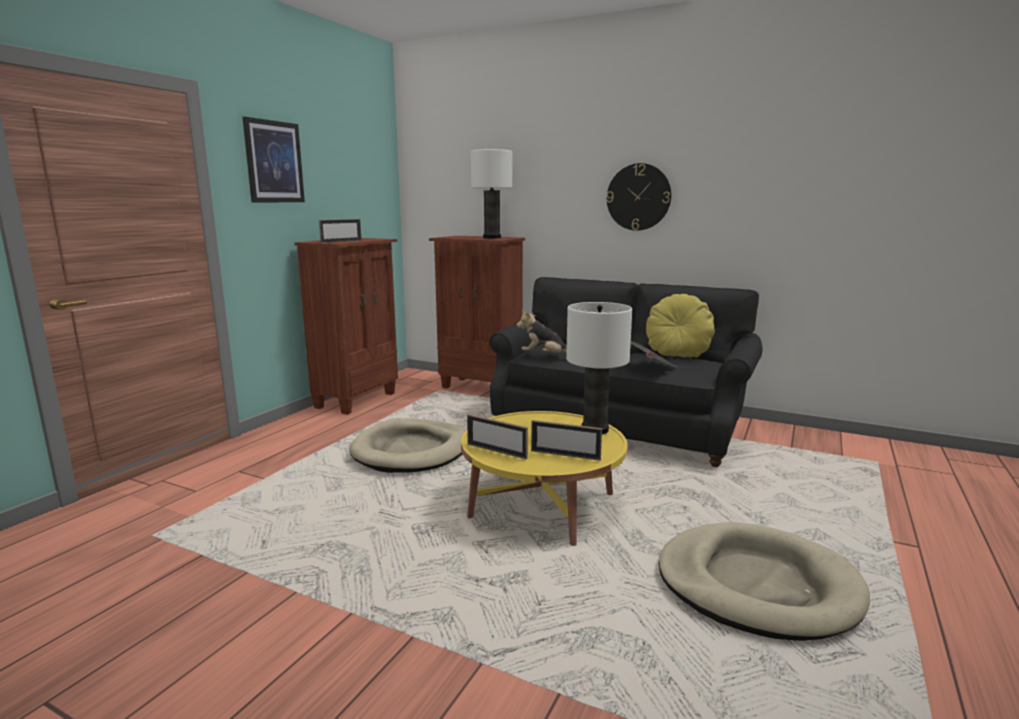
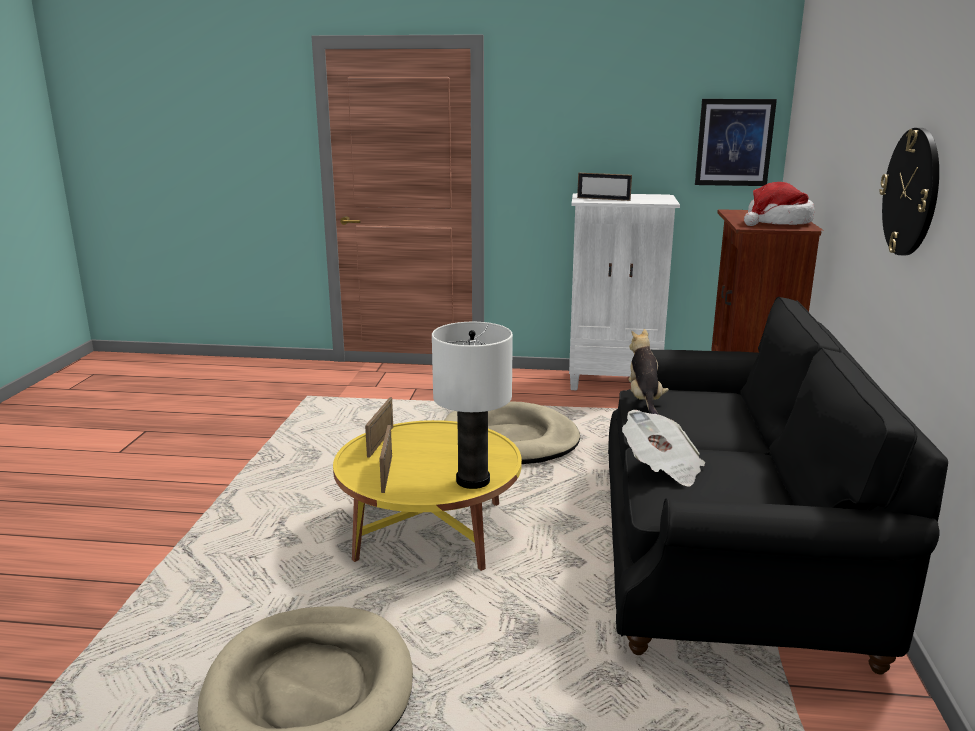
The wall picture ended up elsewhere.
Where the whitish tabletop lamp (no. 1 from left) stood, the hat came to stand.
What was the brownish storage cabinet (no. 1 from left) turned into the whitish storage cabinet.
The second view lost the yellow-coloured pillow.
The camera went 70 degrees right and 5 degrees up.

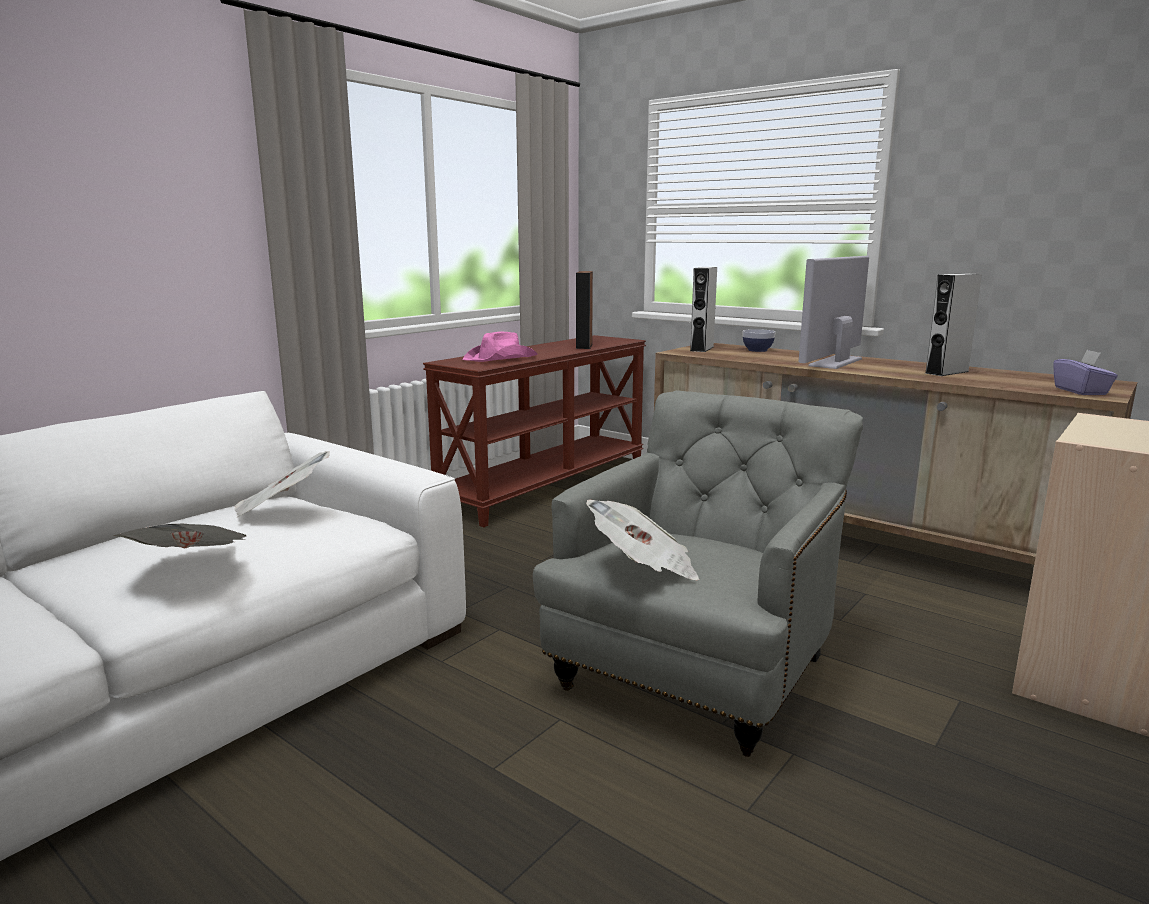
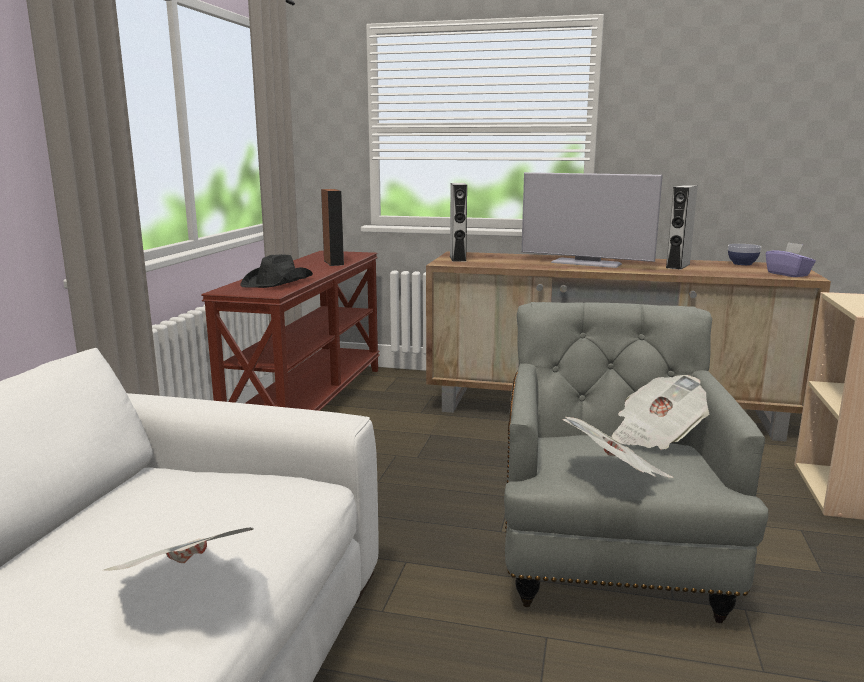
The TV set ended up facing another way, 75 degrees counterclockwise from before.
The serving bowl ended up elsewhere.
What was the pinkish hat turned into the black hat.
The daily paper (no. 2 from left in the first image) ended up elsewhere.
The camera went 25 degrees left and 0 degrees up.

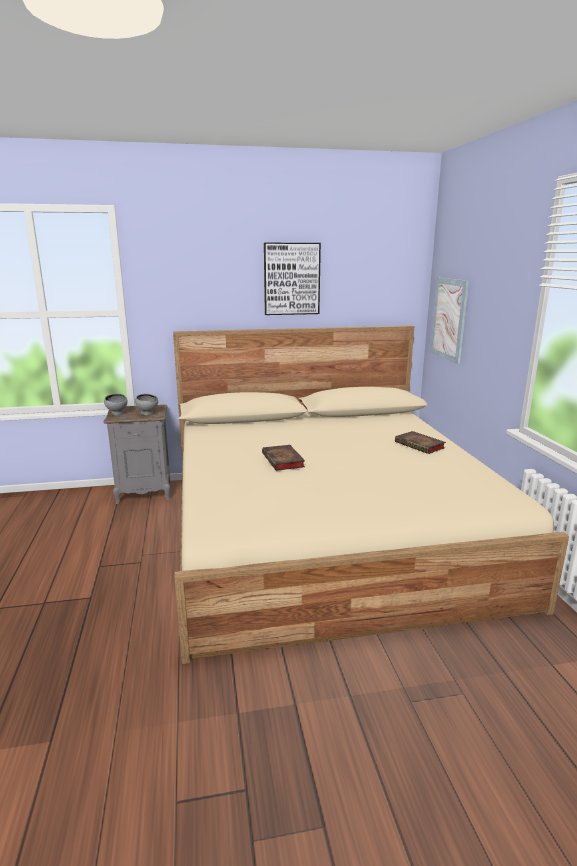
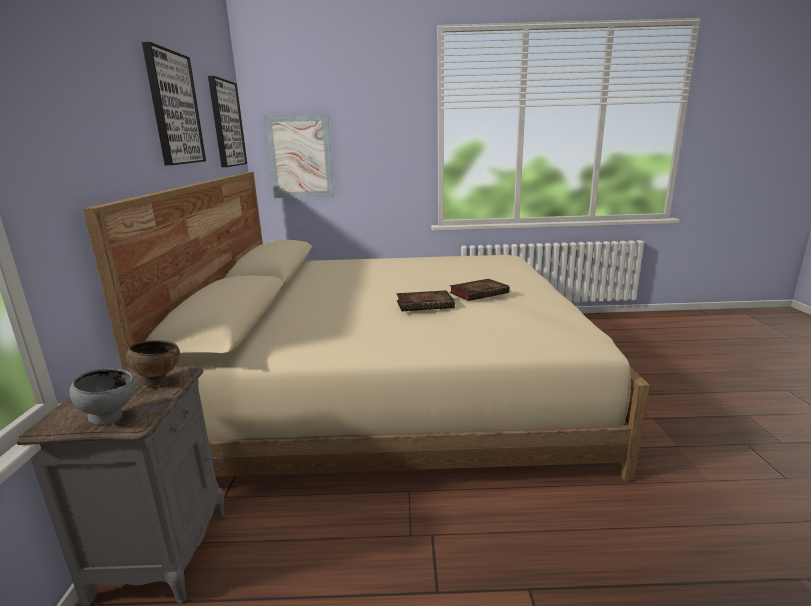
What was the grey serving bowl (no. 2 from left) turned into the brownish serving bowl.
The volume (no. 2 from left) ended up elsewhere.
The second view gained the wall picture (no. 2 from left).
The camera went 80 degrees left and 0 degrees up.

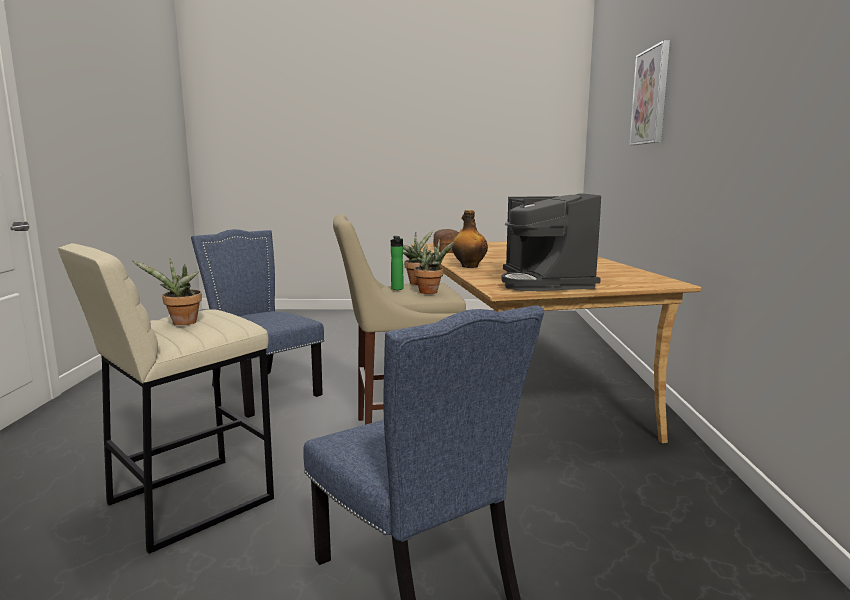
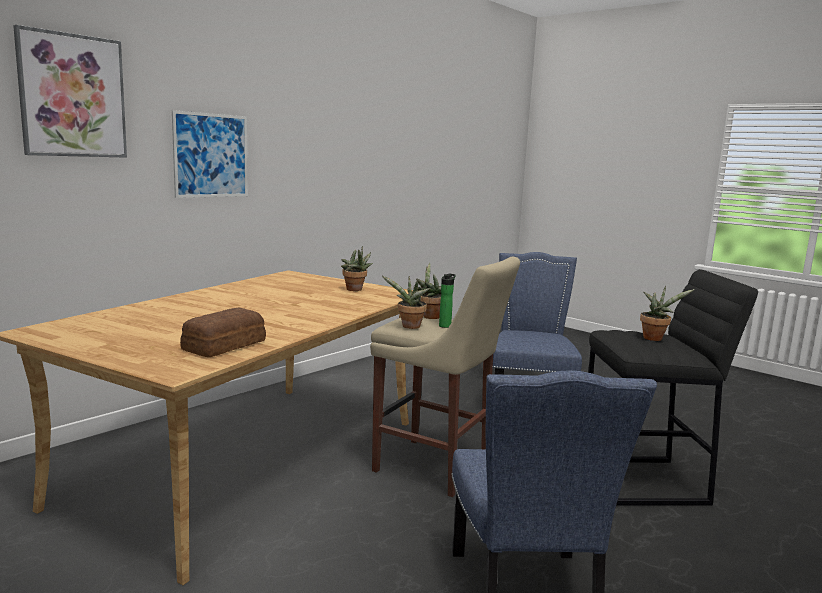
Where the coffee machine stood, the potted plant (no. 1 from left) came to stand.
The second view lost the drink bottle (no. 2 from left).
What was the beige-coloured sitting stool (no. 1 from left) turned into the black sitting stool.
The second view gained the wall picture (no. 2 from left).
The camera went 140 degrees left and 0 degrees up.

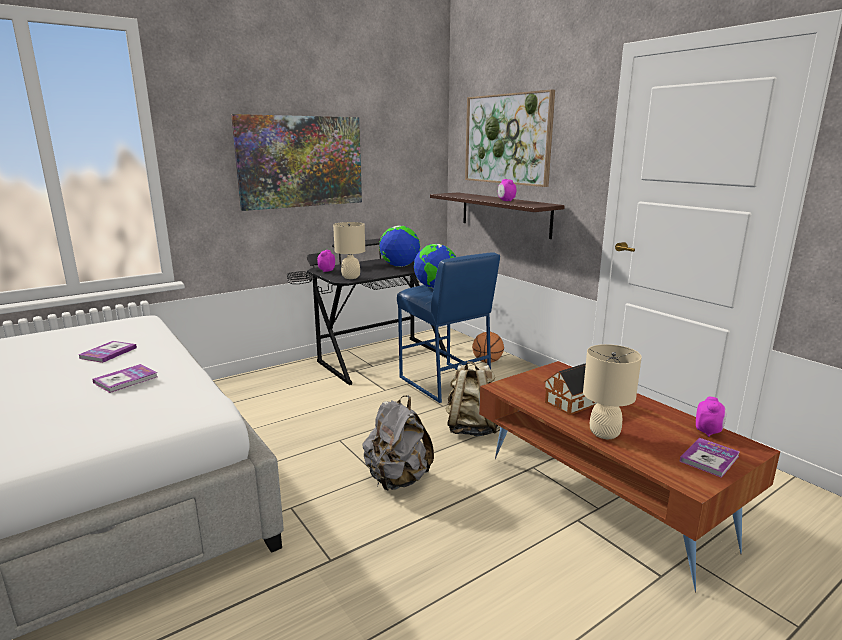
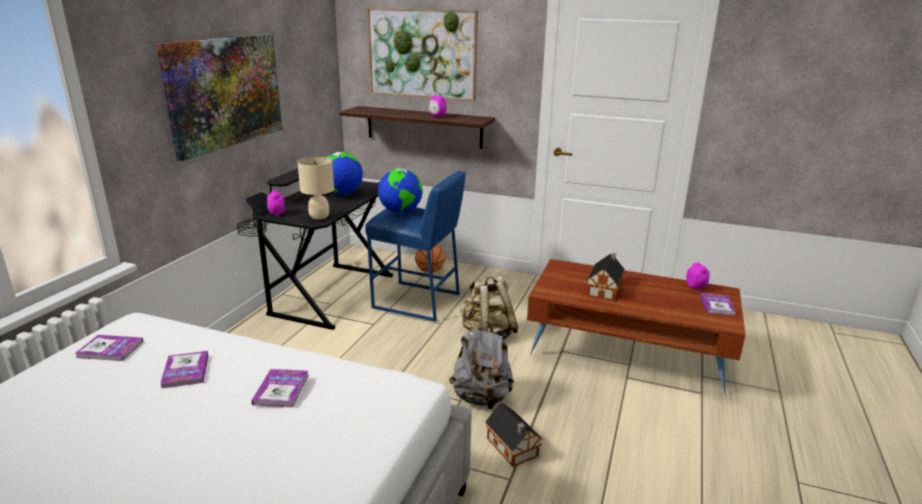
The second view lost the beige-coloured tabletop lamp (no. 2 from left).
The second view gained the volume (no. 1 from left).
The second view gained the toy house (no. 1 from left).
The camera went 35 degrees left and 5 degrees up.

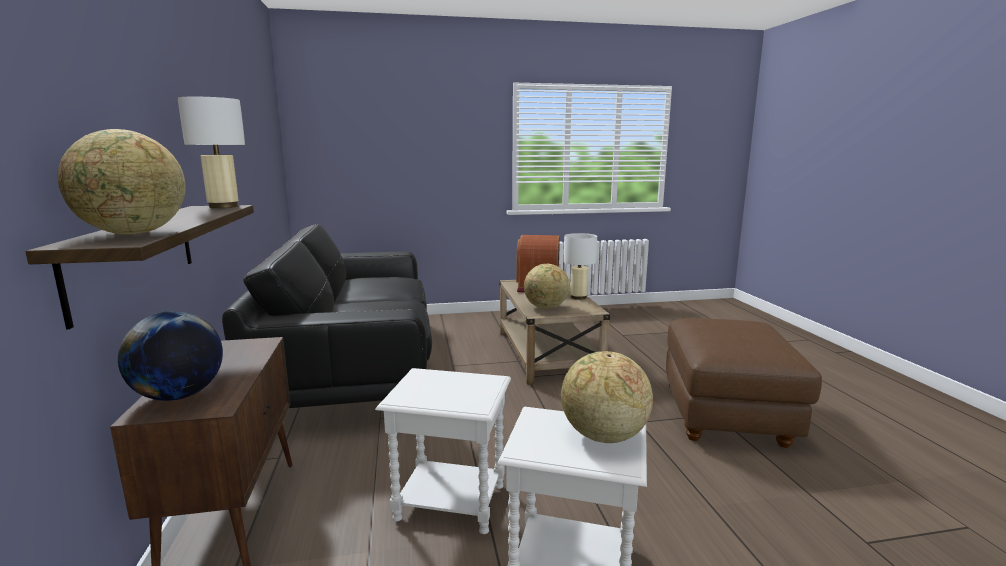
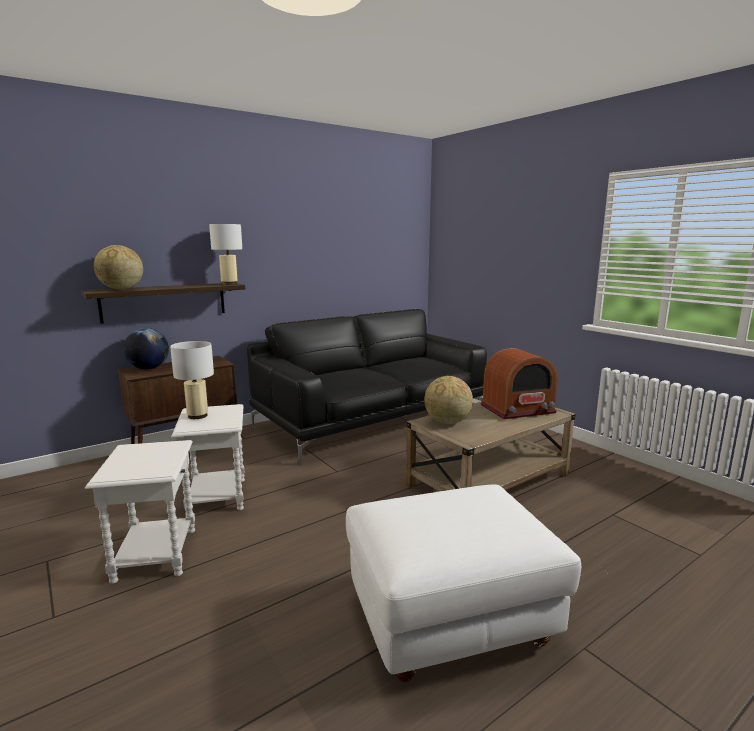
The whitish tabletop lamp (no. 2 from left in the first image) ended up elsewhere.
What was the brownish ottoman turned into the whitish ottoman.
The second view lost the desk globe (no. 4 from left).
The camera went 65 degrees right and 0 degrees up.

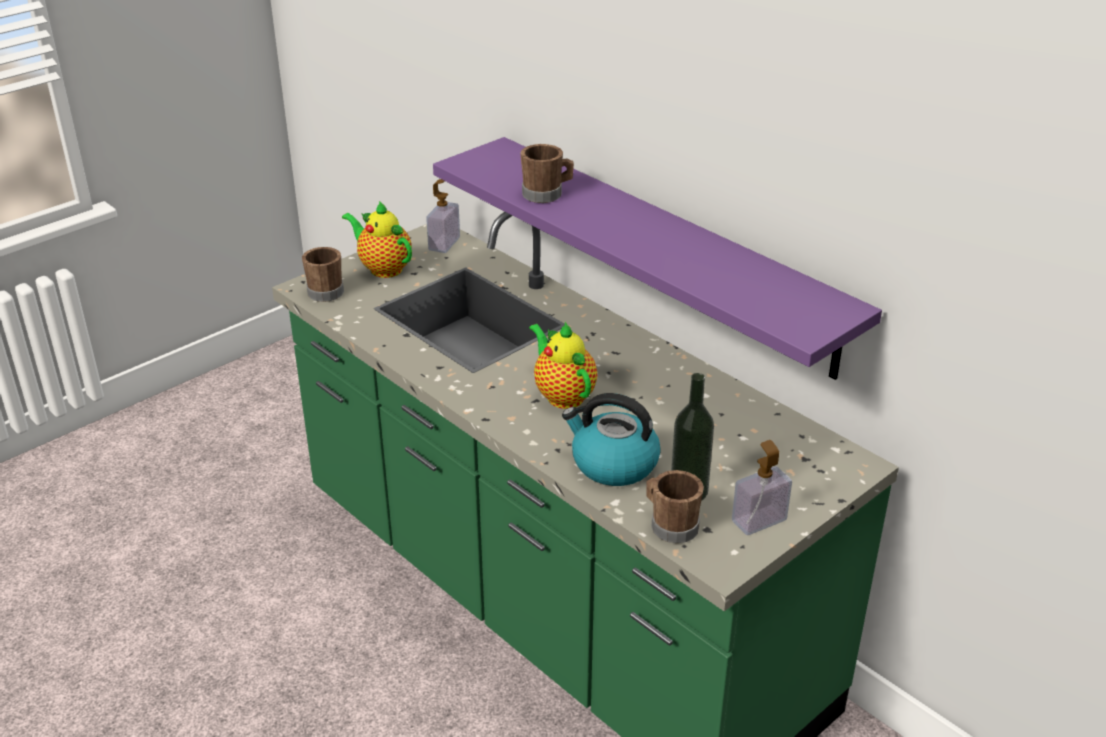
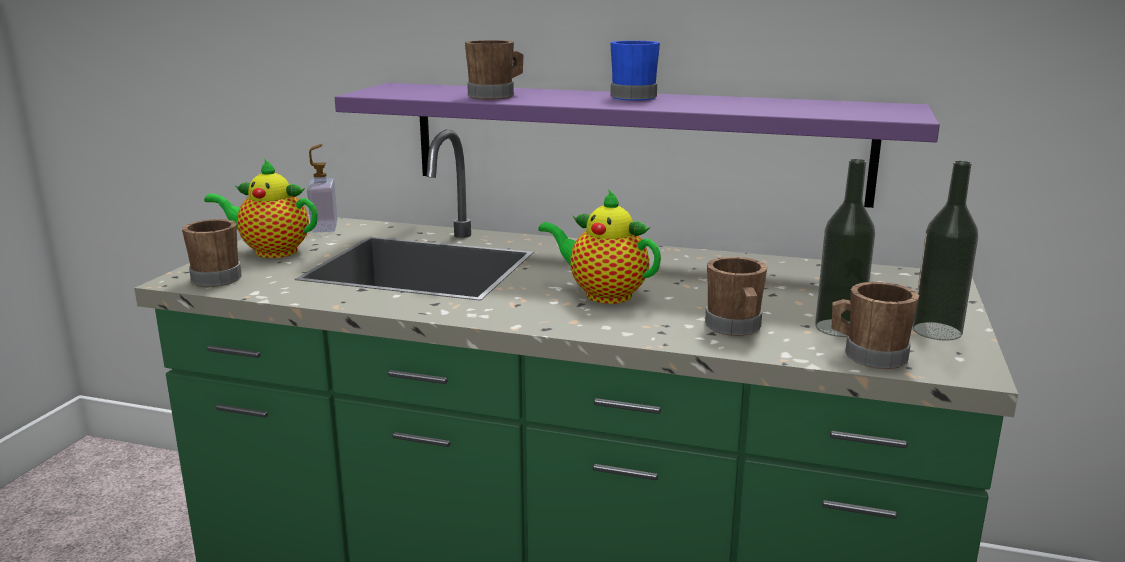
Where the water kettle stood, the brownish tea mug (no. 3 from left) came to stand.
Where the soap bottle (no. 2 from left) stood, the drink bottle (no. 2 from left) came to stand.
The second view gained the bluish tea mug.
The camera went 30 degrees left and 15 degrees down.

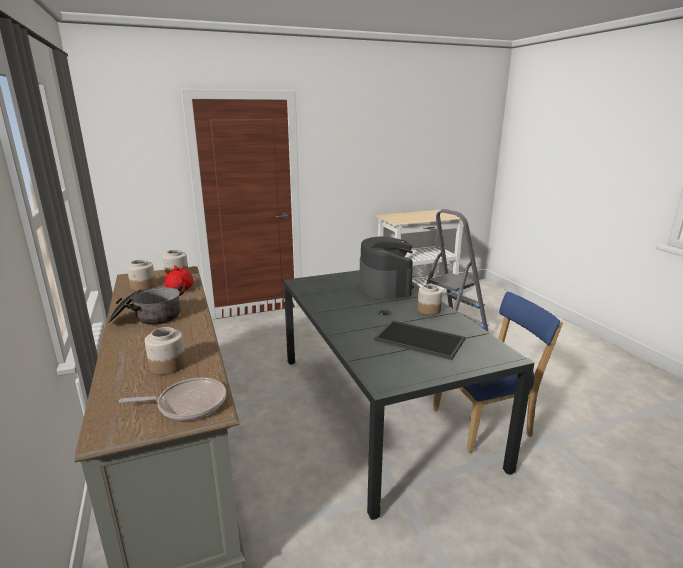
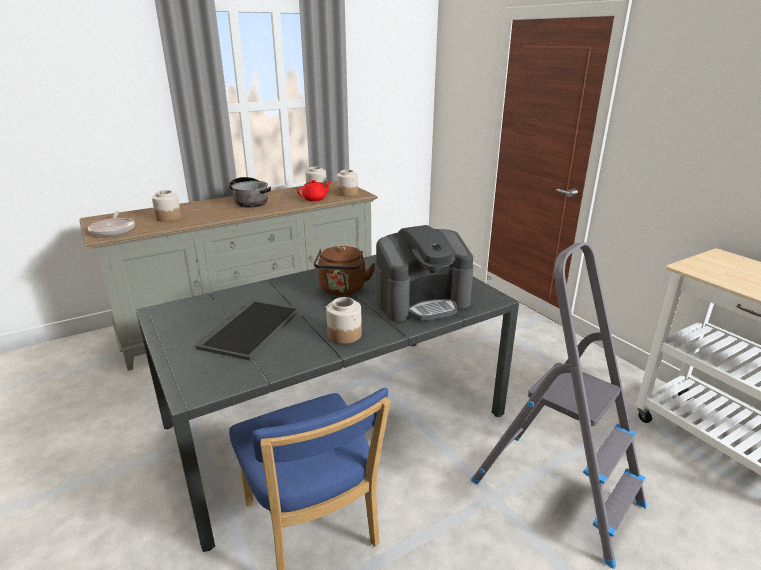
The second view gained the brownish water kettle.
The camera went 80 degrees right and 5 degrees up.

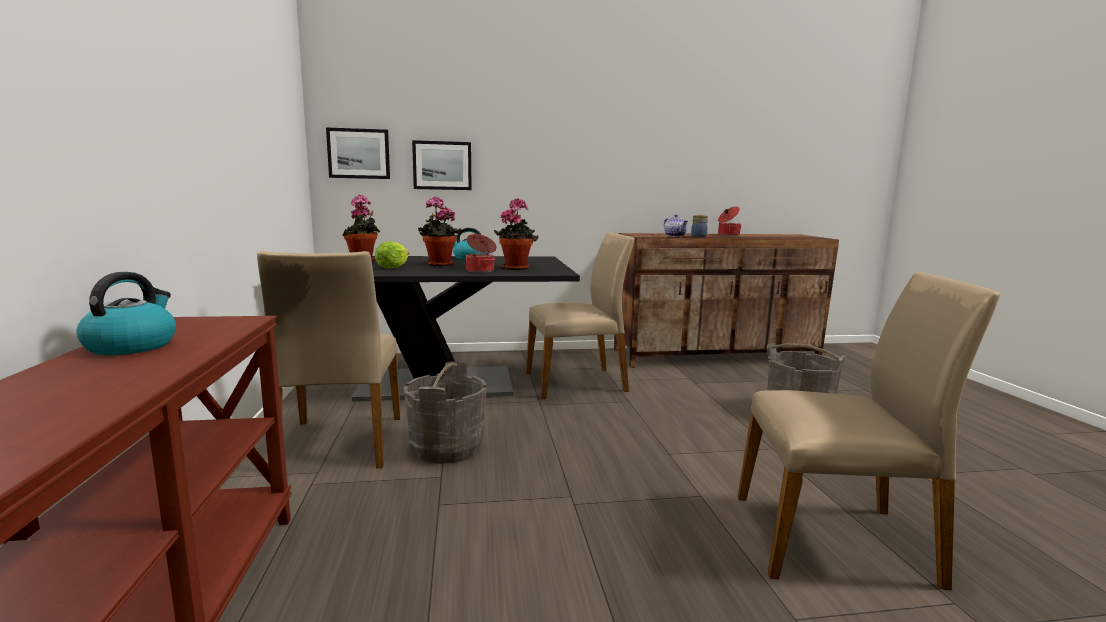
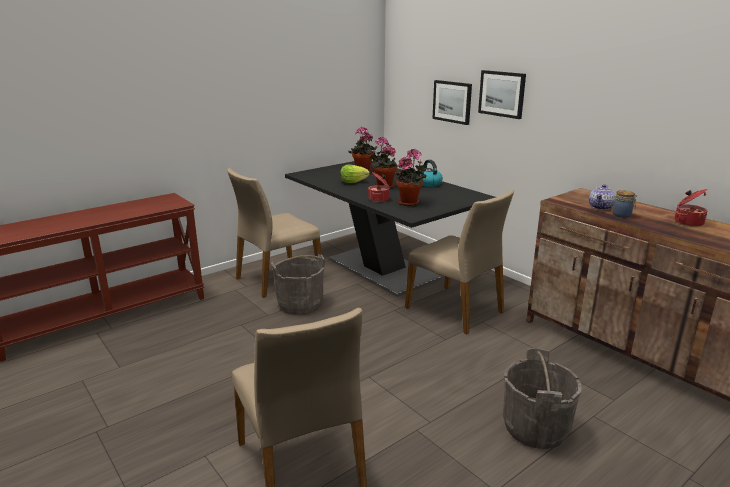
The wall picture (no. 1 from left in the first image) ended up elsewhere.
The second view lost the water kettle (no. 1 from left).
The camera went 60 degrees right and 10 degrees up.

